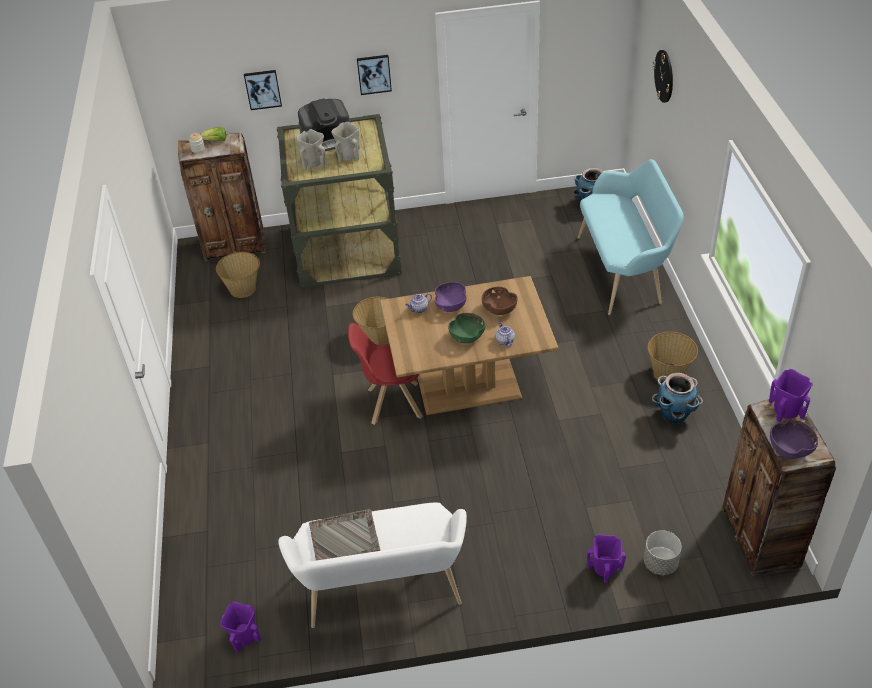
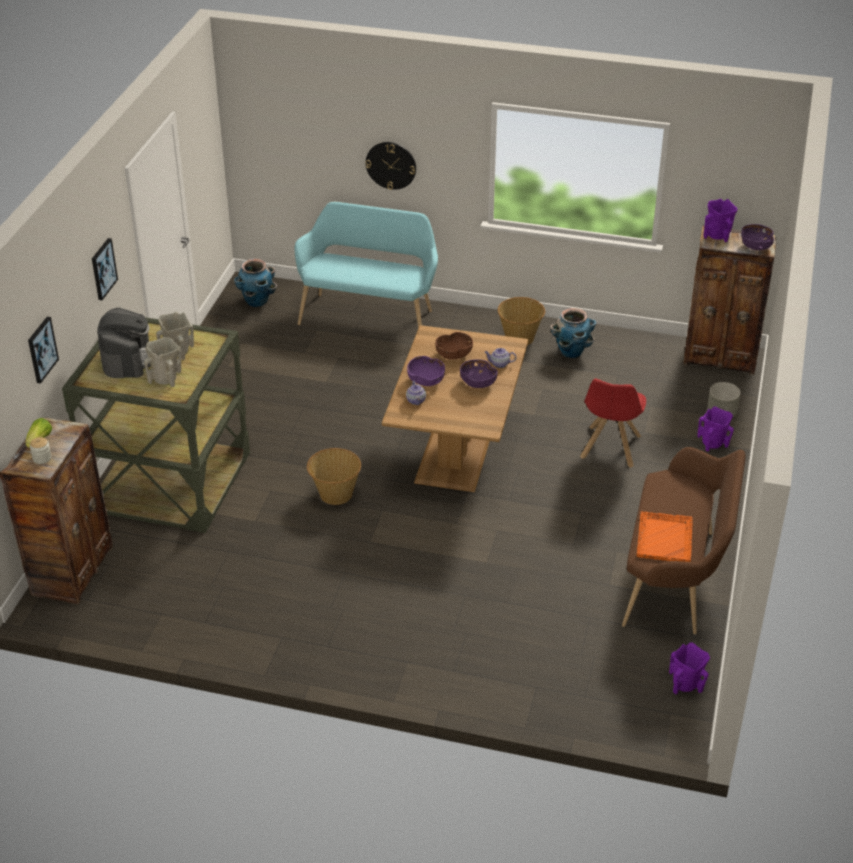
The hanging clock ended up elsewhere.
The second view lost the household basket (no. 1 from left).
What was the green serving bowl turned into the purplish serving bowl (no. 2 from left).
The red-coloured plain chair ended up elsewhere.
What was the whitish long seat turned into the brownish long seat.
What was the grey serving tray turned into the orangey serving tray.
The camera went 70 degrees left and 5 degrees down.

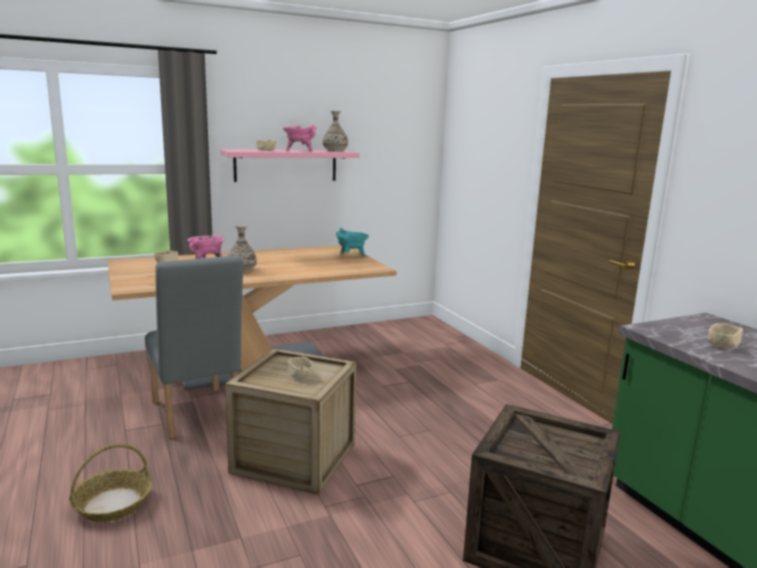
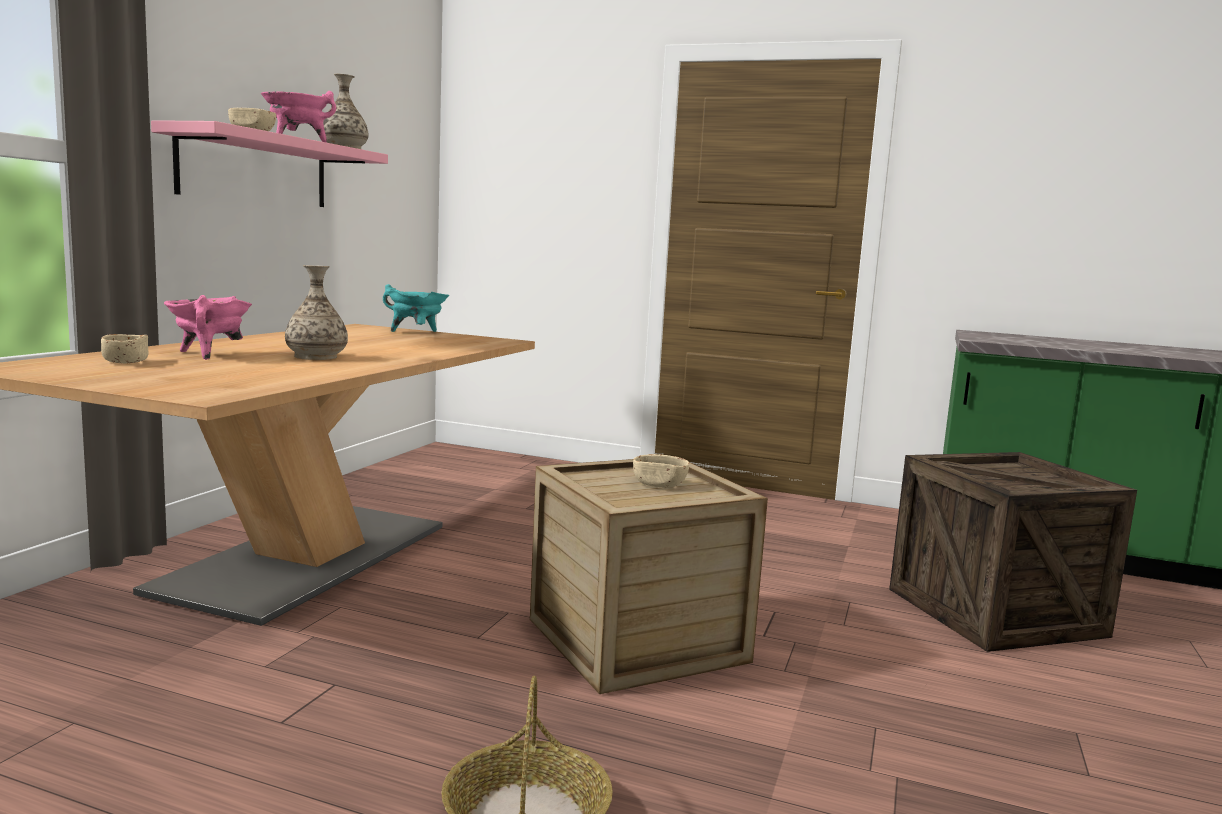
The second view lost the grey plain chair.
The second view lost the beige-coloured serving bowl (no. 4 from left).
The camera went 45 degrees left and 5 degrees down.

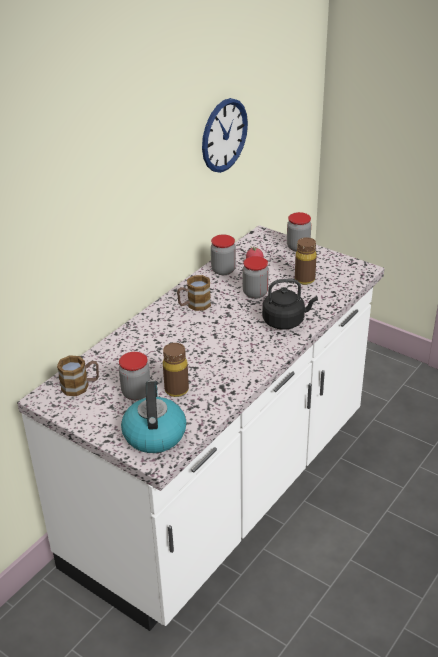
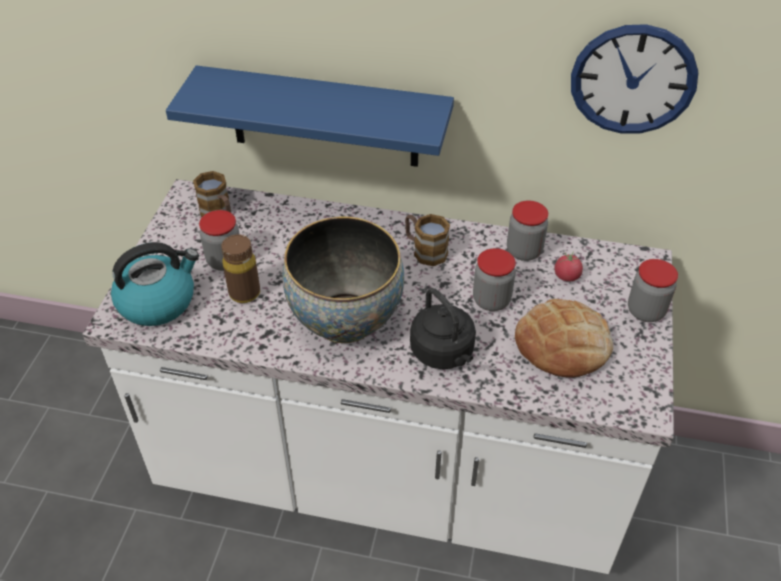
Where the brownish drink bottle (no. 2 from left) stood, the bread came to stand.
The second view gained the bluish shelf.
The second view gained the serving bowl.
The camera went 65 degrees right and 10 degrees up.

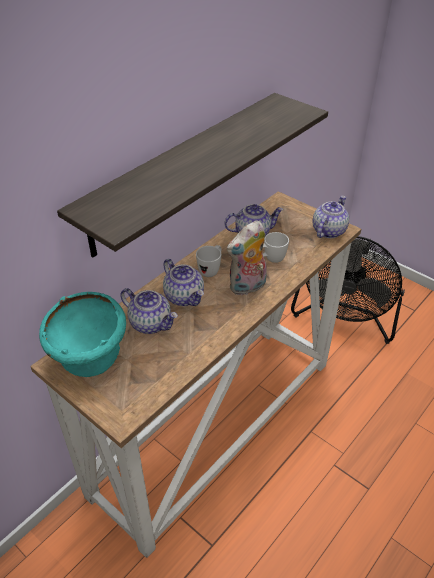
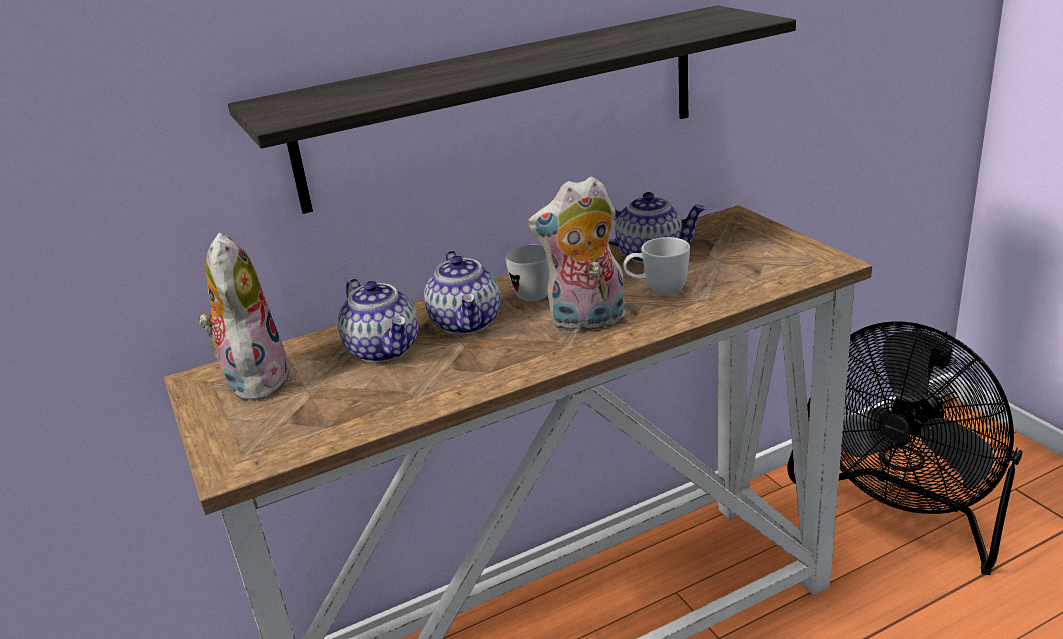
The second view lost the teapot (no. 4 from left).
Where the blue-green serving bowl stood, the plush toy (no. 1 from left) came to stand.
The camera went 25 degrees right and 15 degrees down.

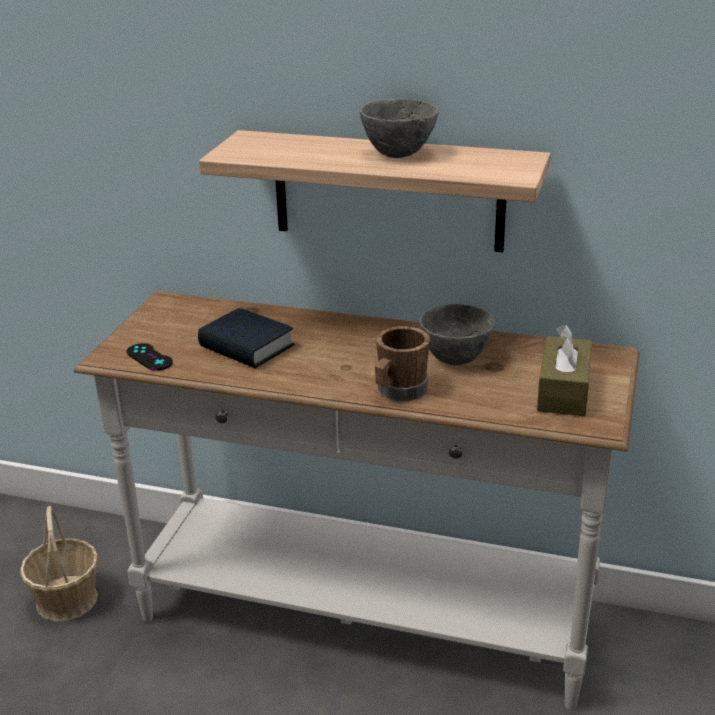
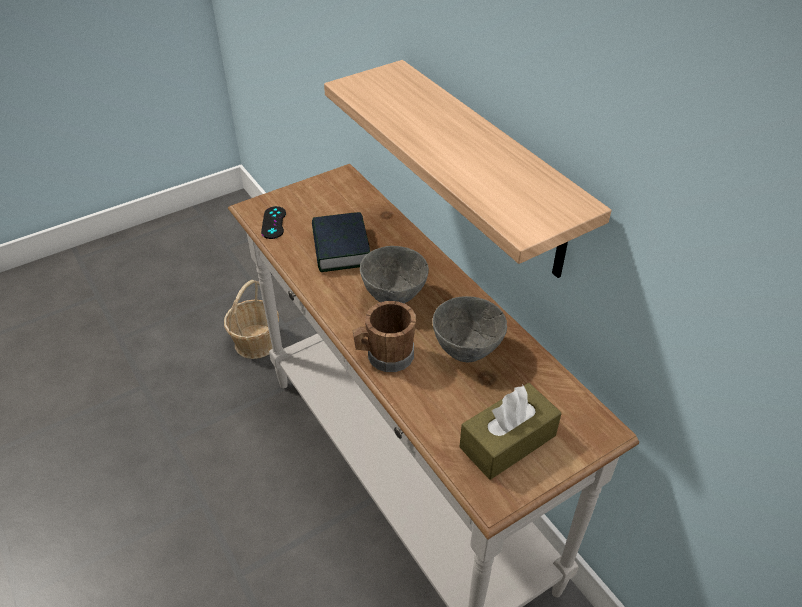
The grey serving bowl (no. 1 from left) ended up elsewhere.
The camera went 40 degrees right and 15 degrees up.

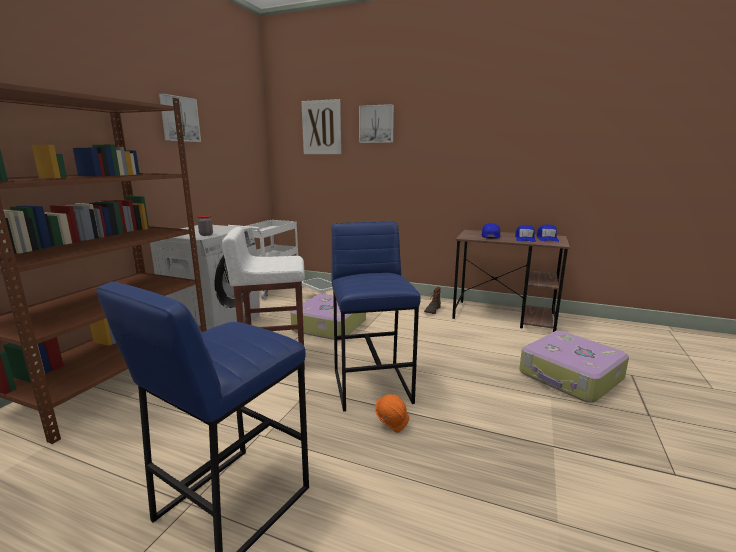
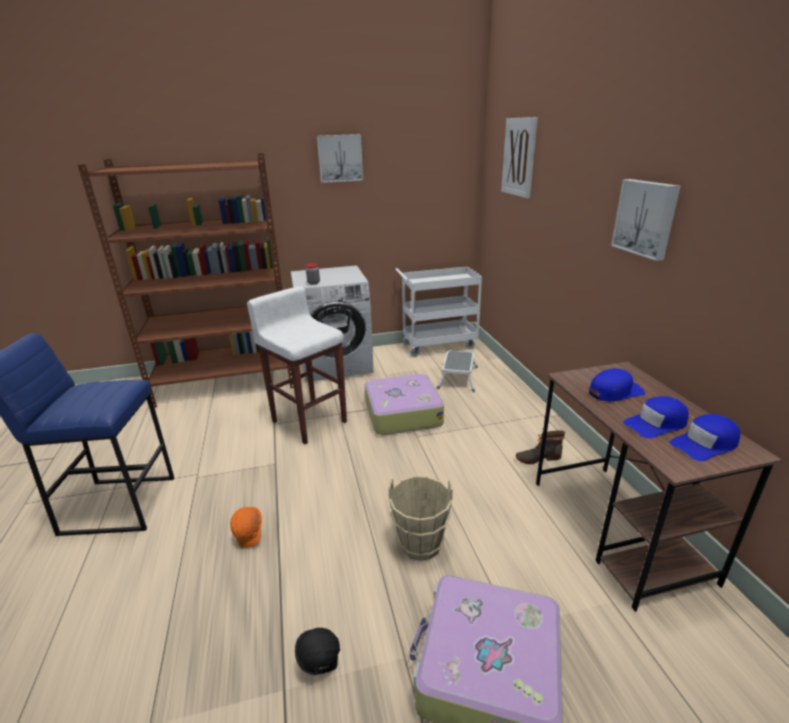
The wall picture (no. 3 from left) ended up elsewhere.
The second view lost the bluish sitting stool (no. 2 from left).
The second view gained the beige-coloured water bucket.
The second view gained the black hard hat.
The camera went 55 degrees right and 10 degrees up.

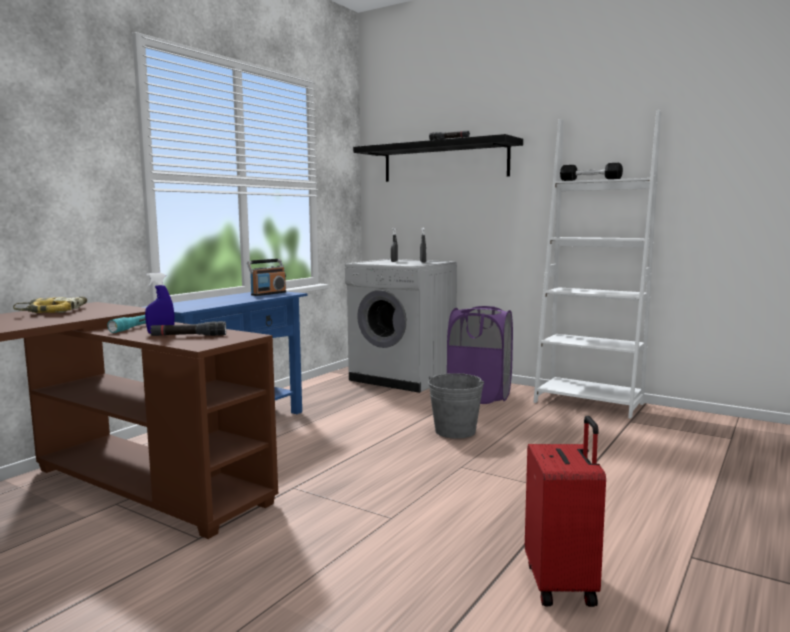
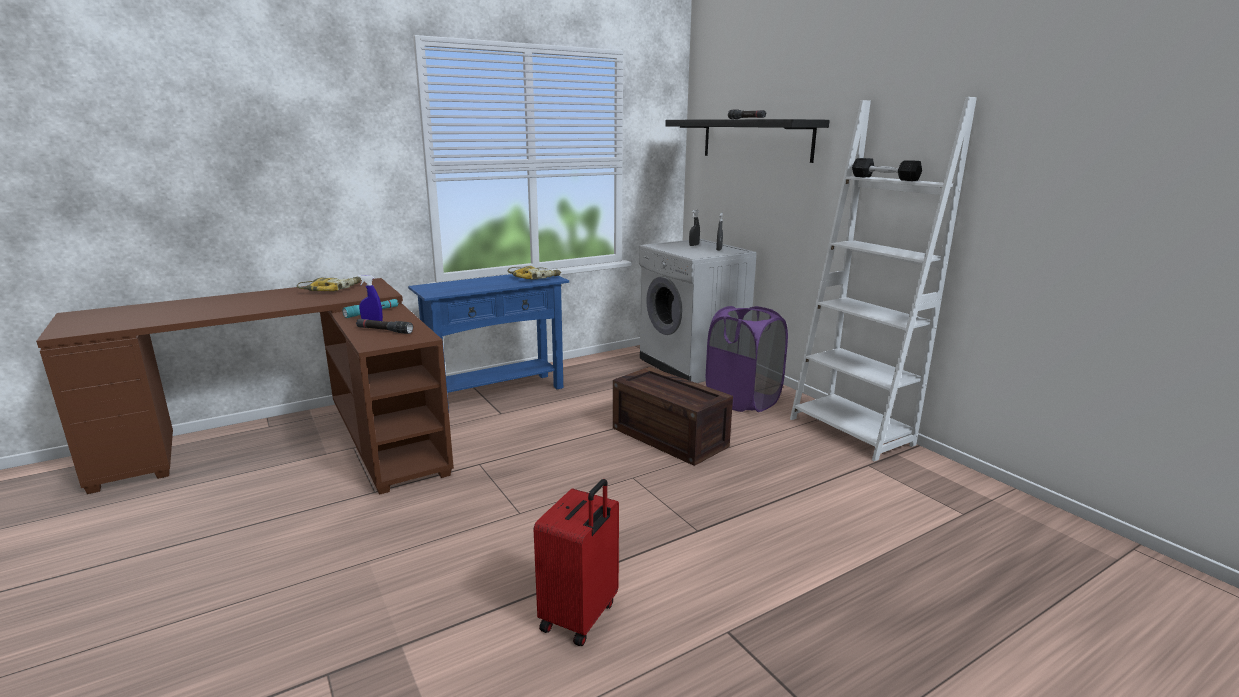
Where the radio stood, the electric drill (no. 2 from left) came to stand.
Where the grey water bucket stood, the crate came to stand.
The camera went 25 degrees right and 10 degrees up.

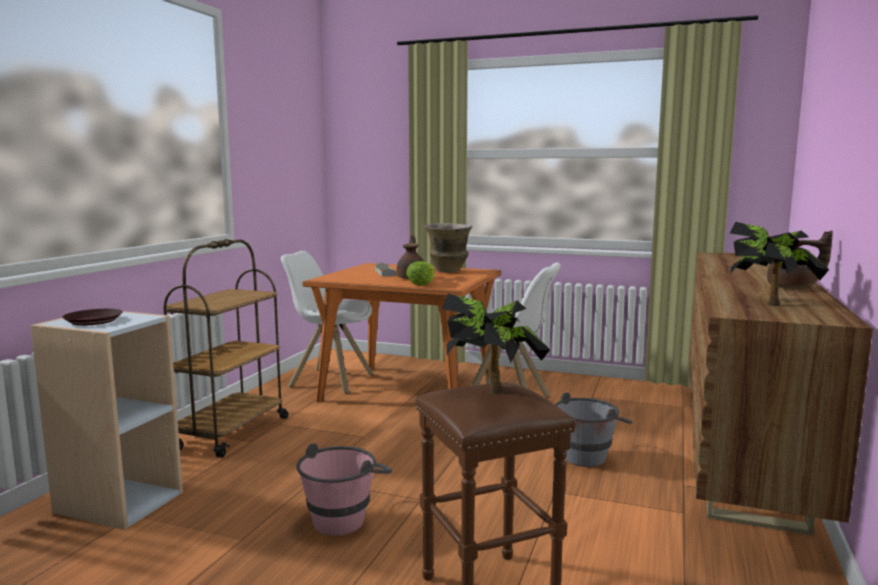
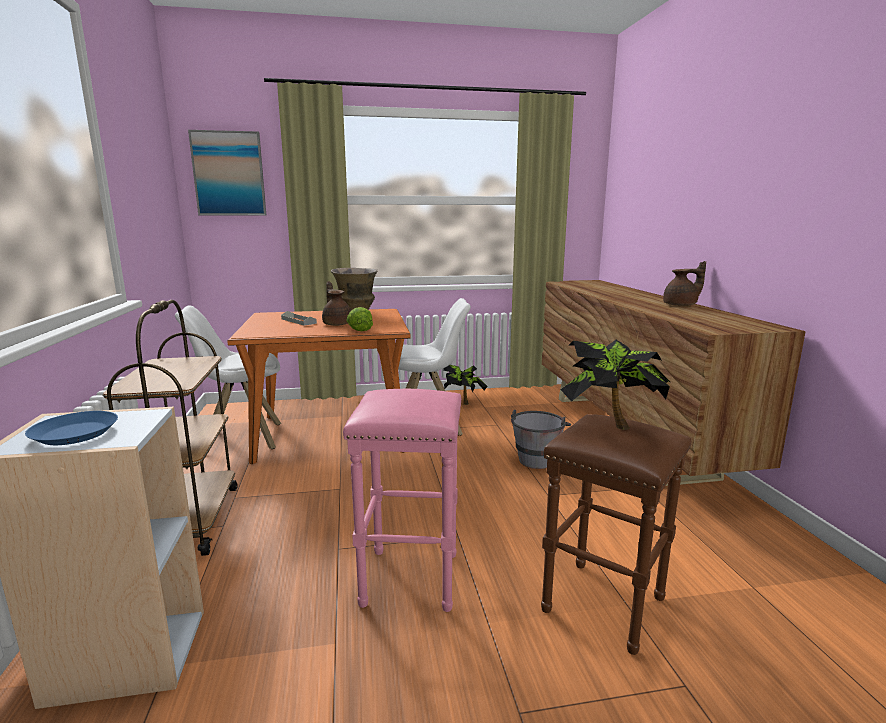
The potted plant (no. 2 from left in the first image) ended up elsewhere.
What was the brownish dinner plate turned into the bluish dinner plate.
Where the pinkish water bucket stood, the pinkish sitting stool came to stand.
The second view gained the wall picture.
The camera went 30 degrees left and 5 degrees up.

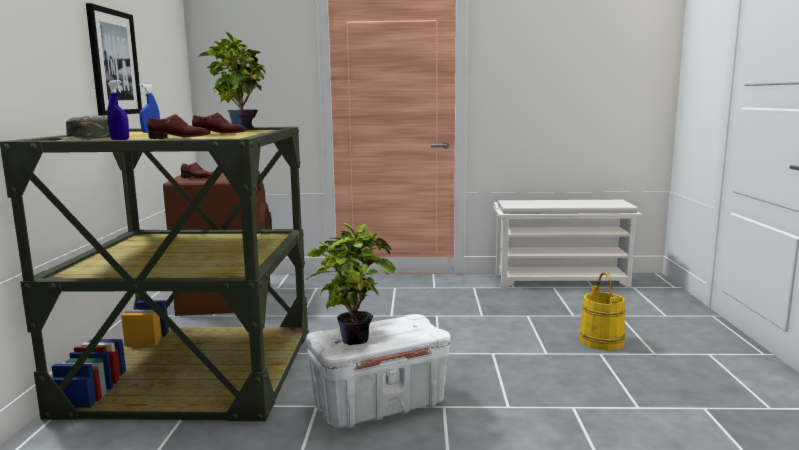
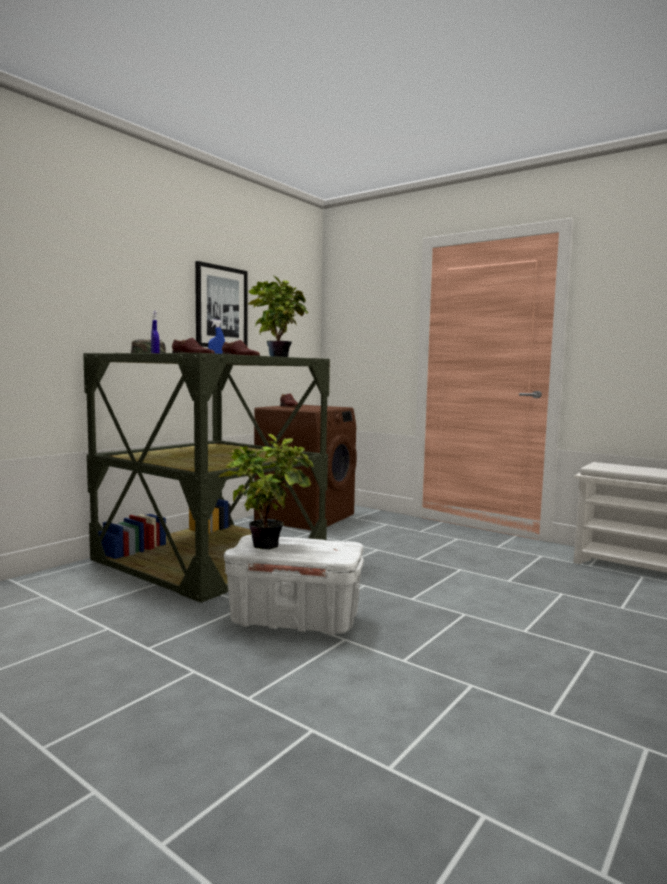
The second view lost the yellow-coloured water bucket.
The camera went 35 degrees right and 5 degrees down.

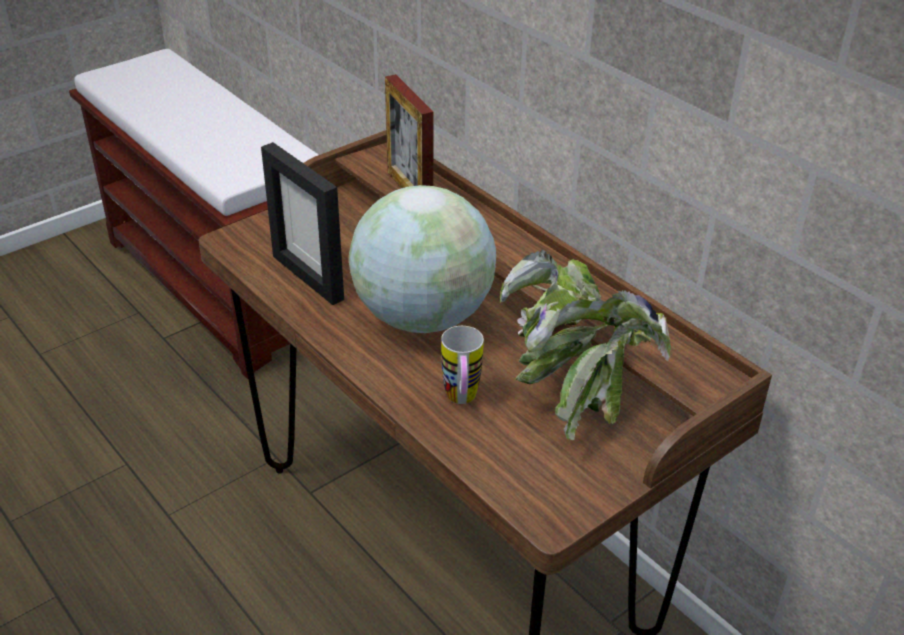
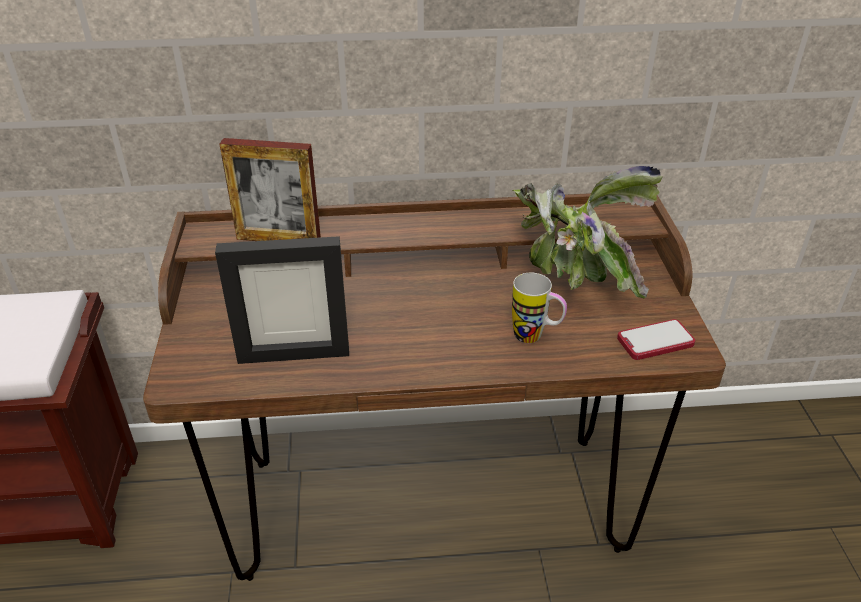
The second view lost the desk globe.
The second view gained the telephone.
The camera went 55 degrees left and 0 degrees up.

